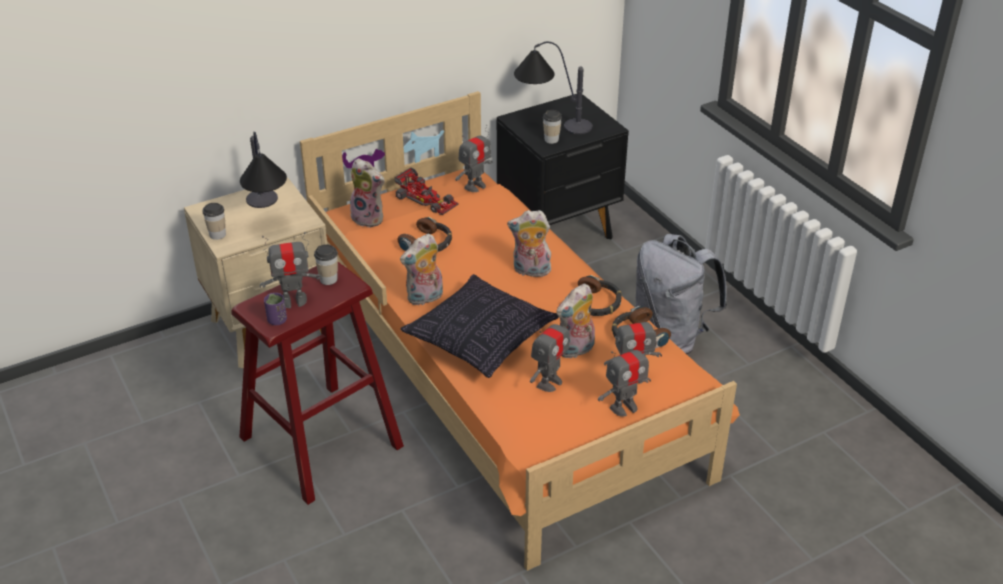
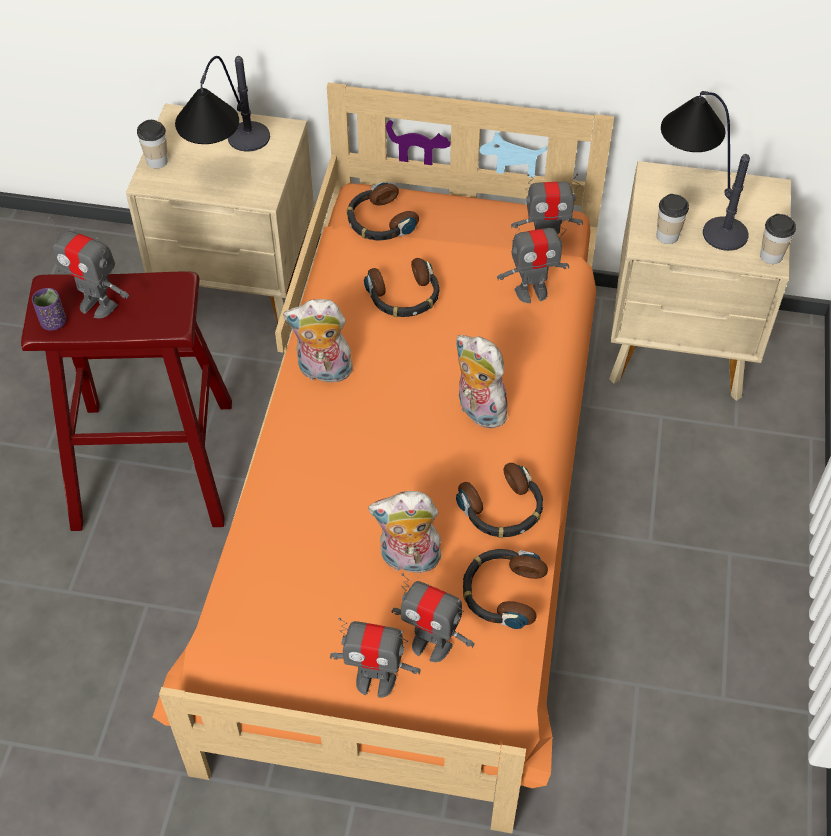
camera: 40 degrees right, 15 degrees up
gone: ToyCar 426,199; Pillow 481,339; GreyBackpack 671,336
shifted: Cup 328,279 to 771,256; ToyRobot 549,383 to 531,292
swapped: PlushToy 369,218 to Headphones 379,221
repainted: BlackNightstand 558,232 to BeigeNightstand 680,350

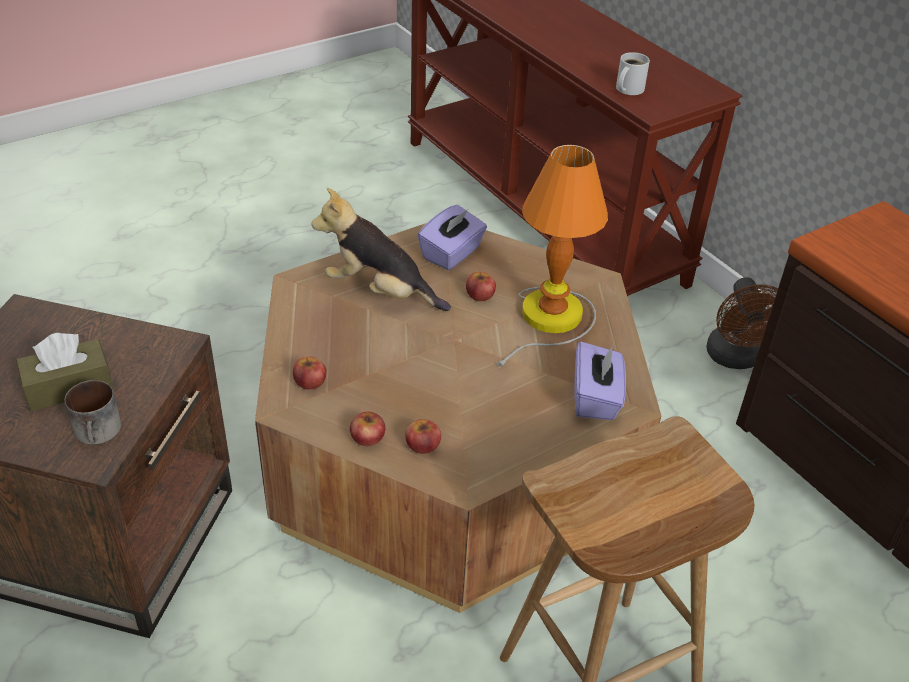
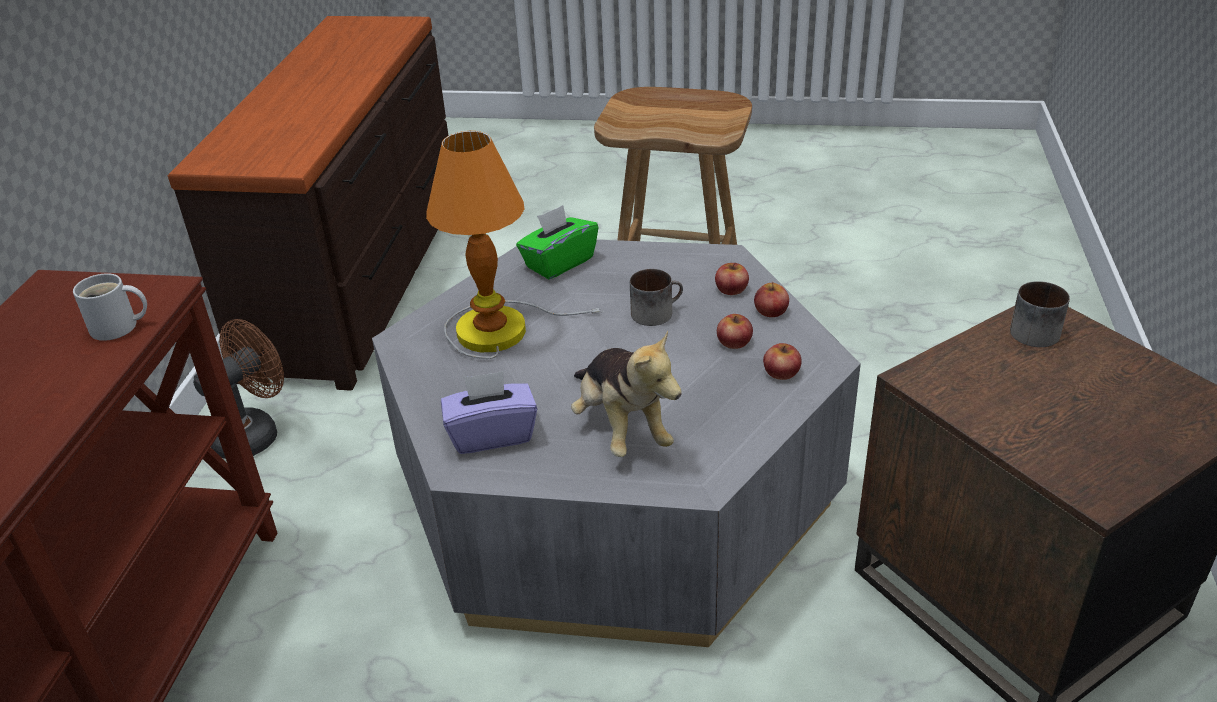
camera: 135 degrees left, 5 degrees down
gone: BrownTissueBox 68,387
new: Mug 656,312
shifted: Apple 480,295 to 734,342
repainted: BrownCoffeeTable 449,456 to GreyCoffeeTable 615,491; PurpleTissueBox 596,398 to GreenTissueBox 559,262

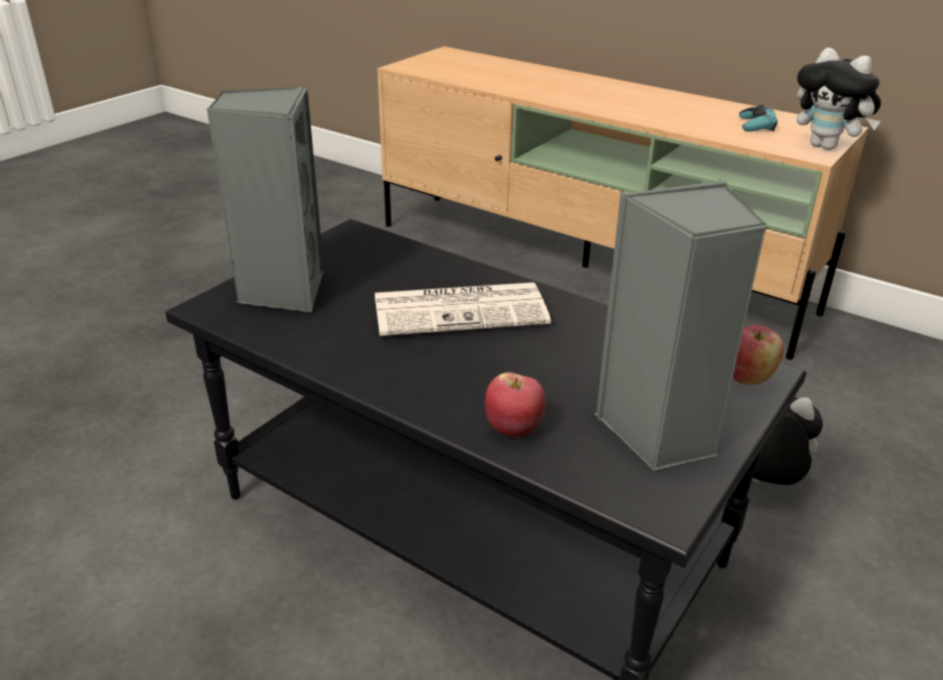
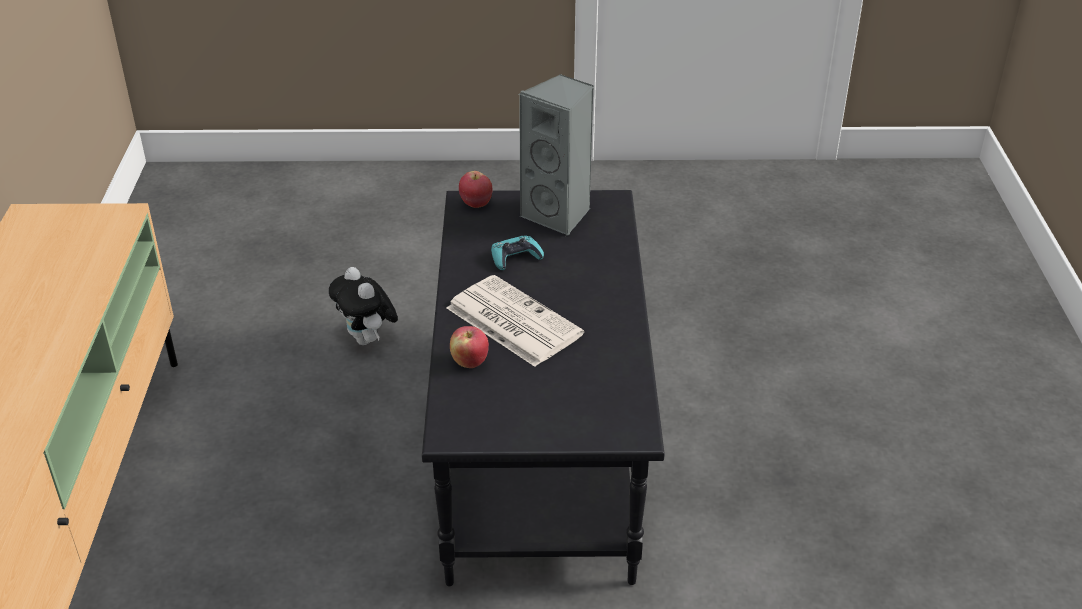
camera: 125 degrees left, 5 degrees up
gone: GreySpeaker 282,291; PlushToy 827,147
shifted: Apple 514,429 to 469,362; TurquoiseGameController 756,125 to 515,257

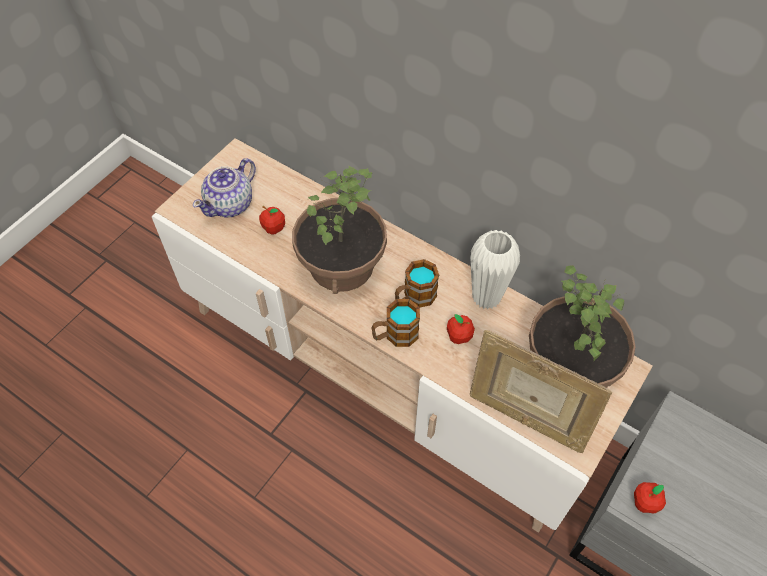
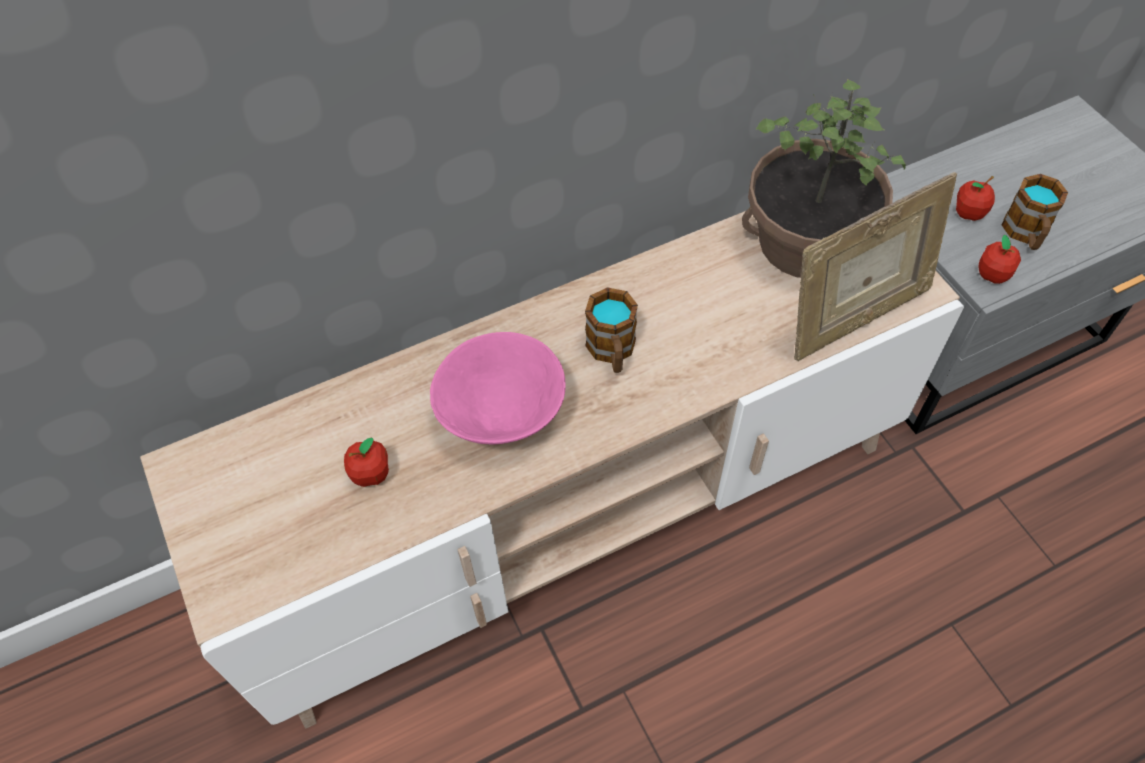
camera: 60 degrees left, 0 degrees up
gone: Teapot 230,204; WhiteVase 486,297
shifted: Mug 395,335 to 1026,234; Apple 459,337 to 968,213
swapped: PottedPlant 341,265 to PinkBowl 500,414

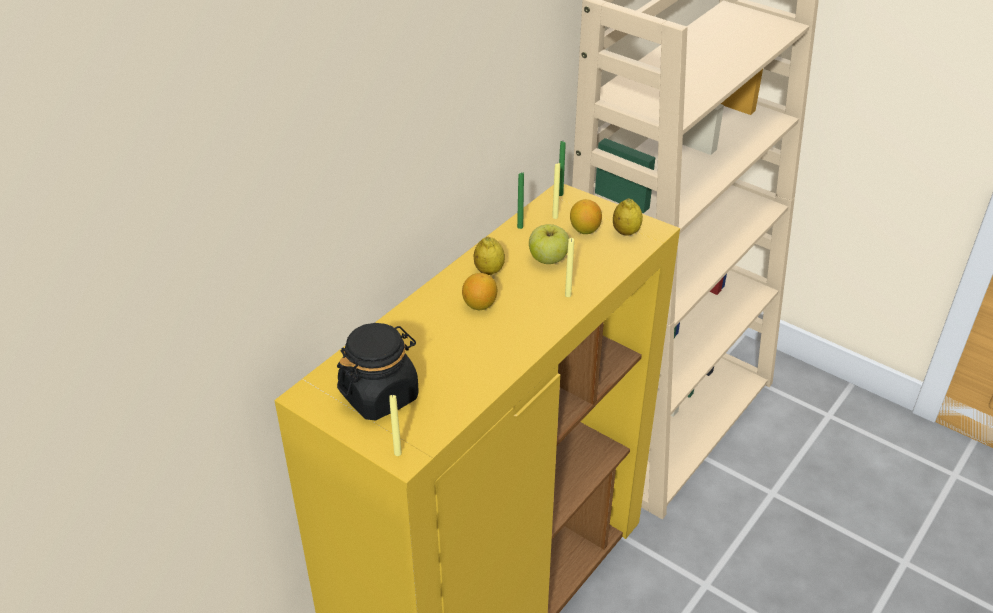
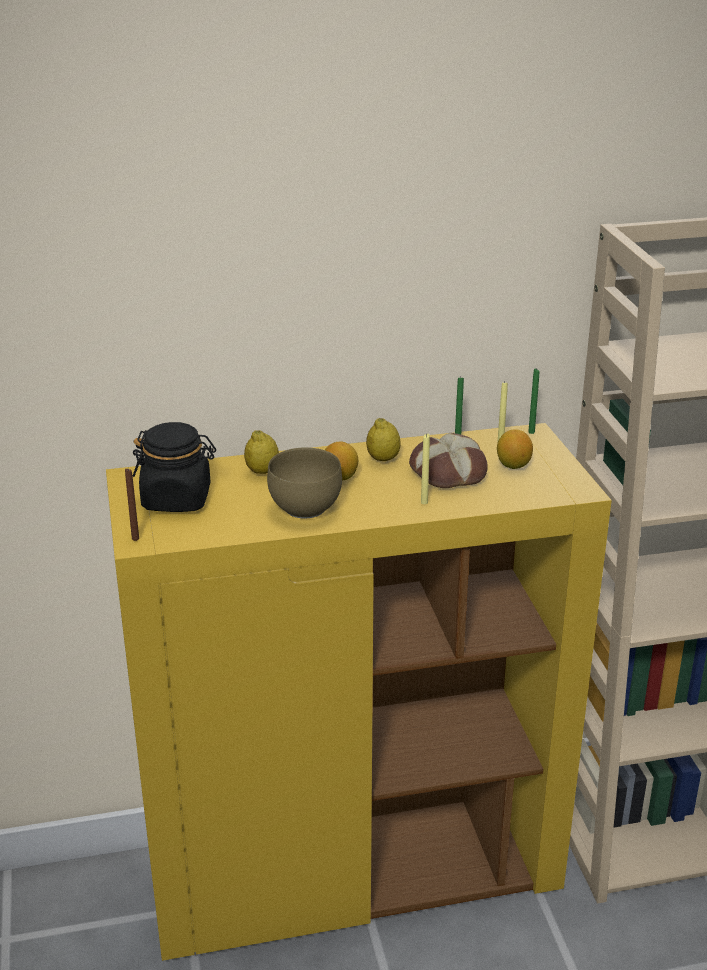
camera: 40 degrees right, 10 degrees down
new: BrownBowl 306,507
shifted: Lemon 626,232 to 262,471
swapped: Apple 548,259 to Bread 447,472
repainted: YellowCandle 397,453 to BrownCandle 135,538

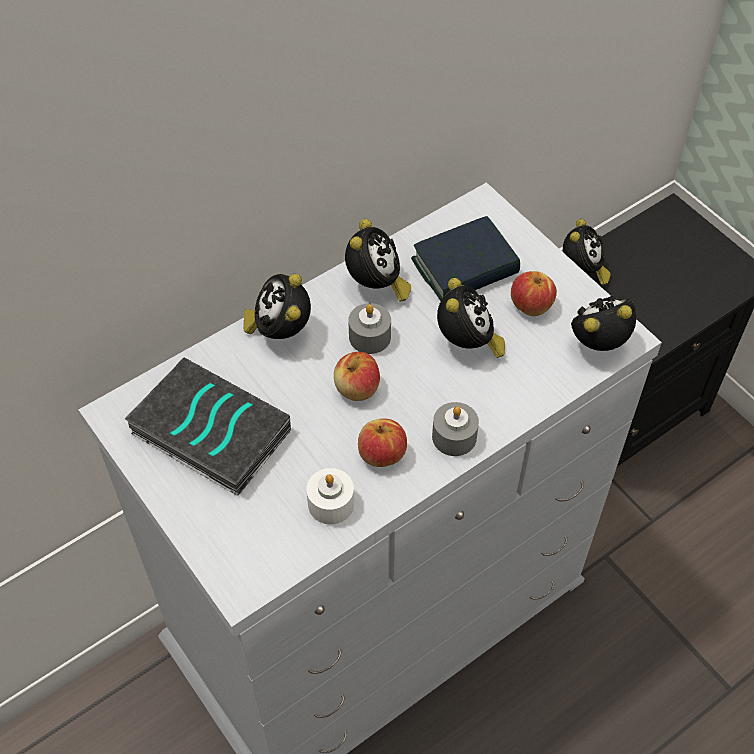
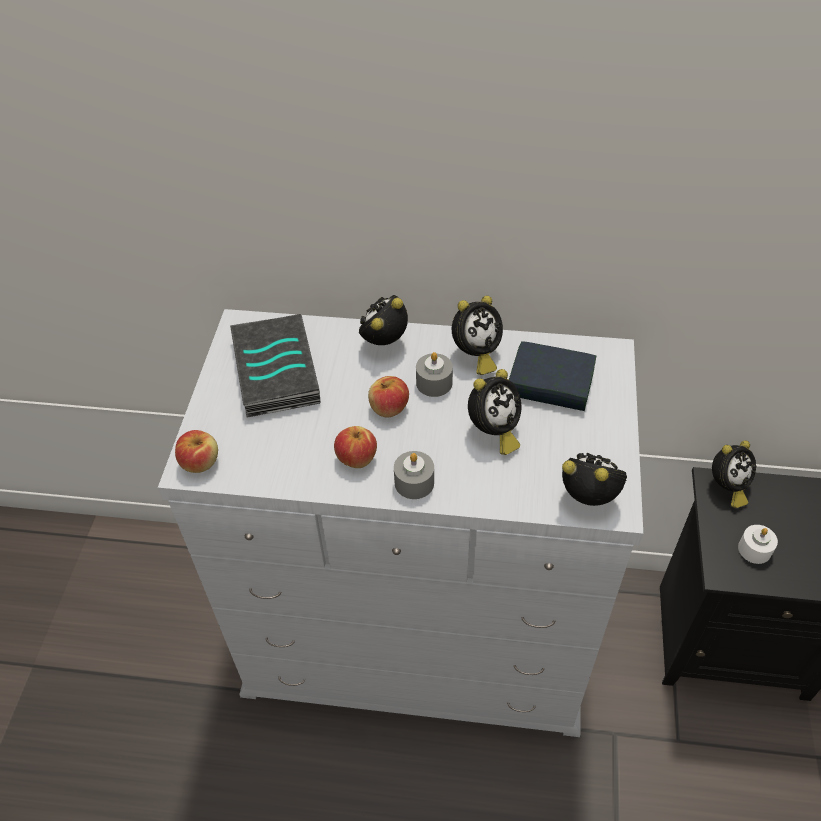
camera: 45 degrees right, 5 degrees down
shifted: WhiteCandle 331,503 to 754,549; Apple 531,305 to 200,462

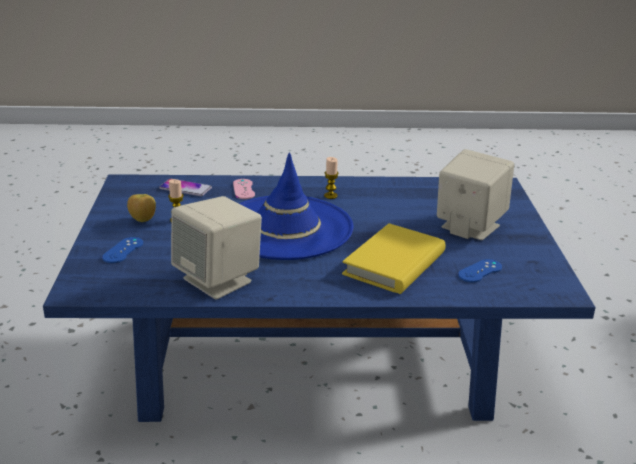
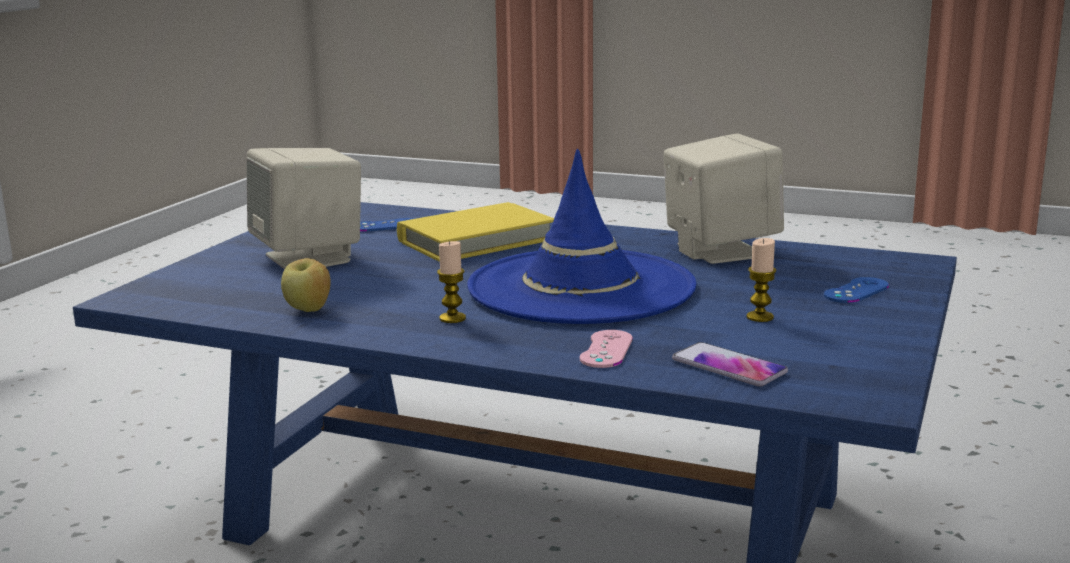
camera: 155 degrees left, 10 degrees down
shifted: Apple 142,220 to 309,309

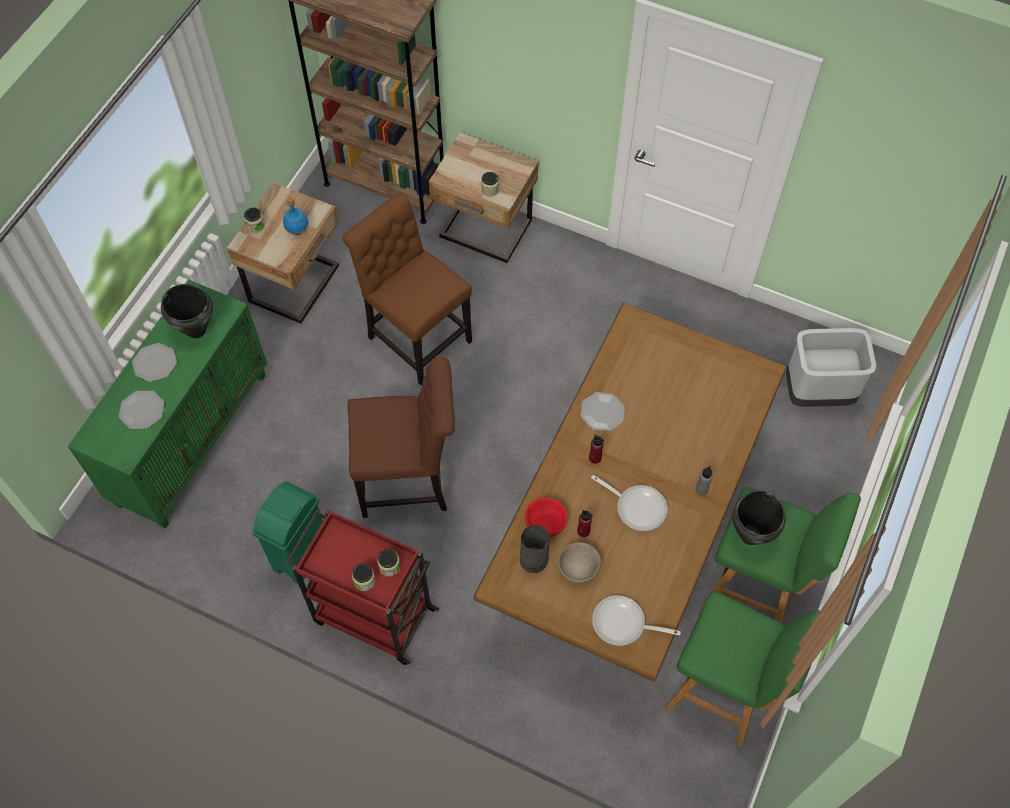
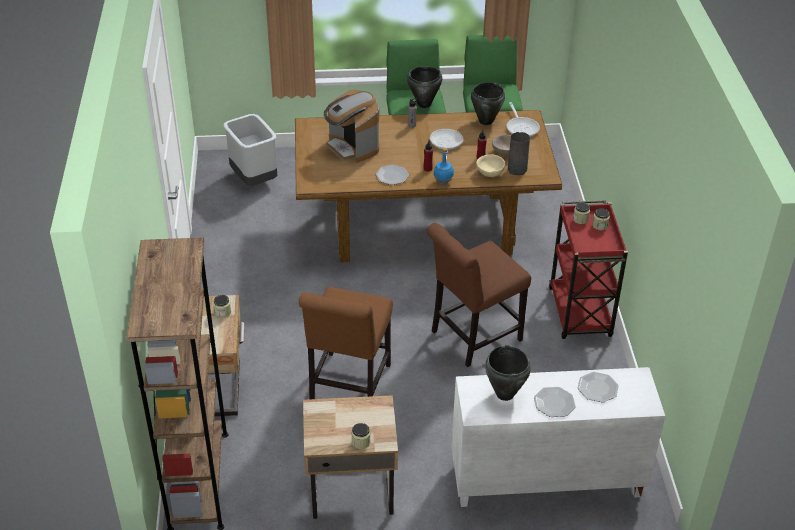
camera: 120 degrees left, 20 degrees down
gone: GreenTrashCan 300,556
new: CoffeeMachine 352,147; BlackCookingPot 485,121
shifted: BlueBottle 298,230 to 443,181
repainted: GreenCabinet 192,437 to WhiteCabinet 545,481; RedBowl 546,523 to BeigeBowl 489,173
rotated: BrownChair 409,480 = 472,337 90 degrees counterclockwise

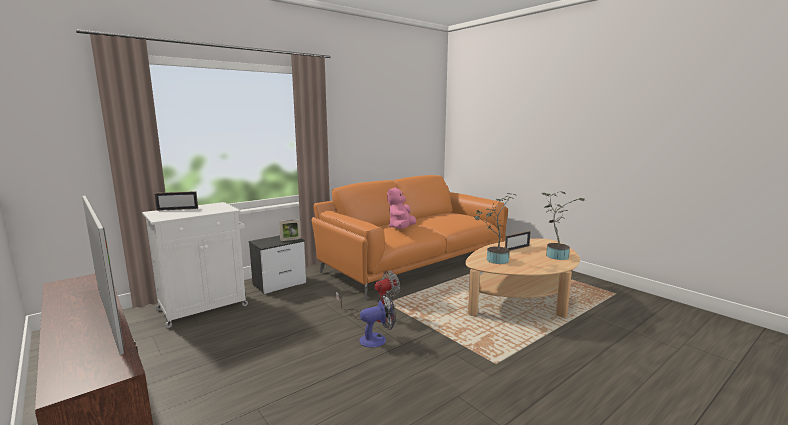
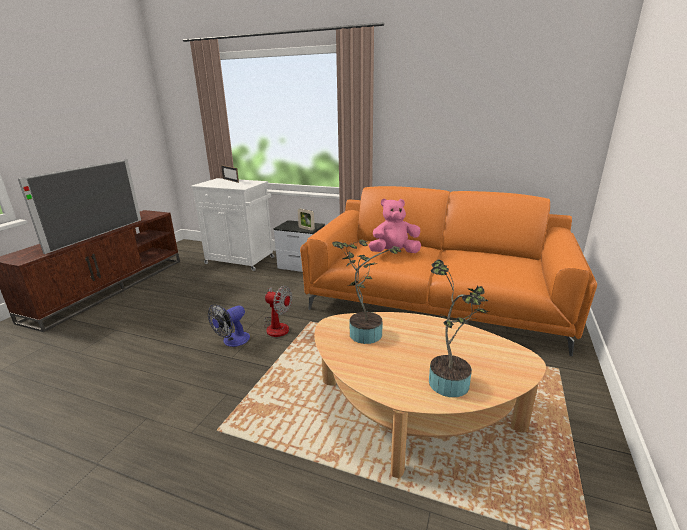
camera: 60 degrees right, 10 degrees up
gone: PictureFrame 517,248
rotated: Fan 377,339 = 232,341 90 degrees clockwise

